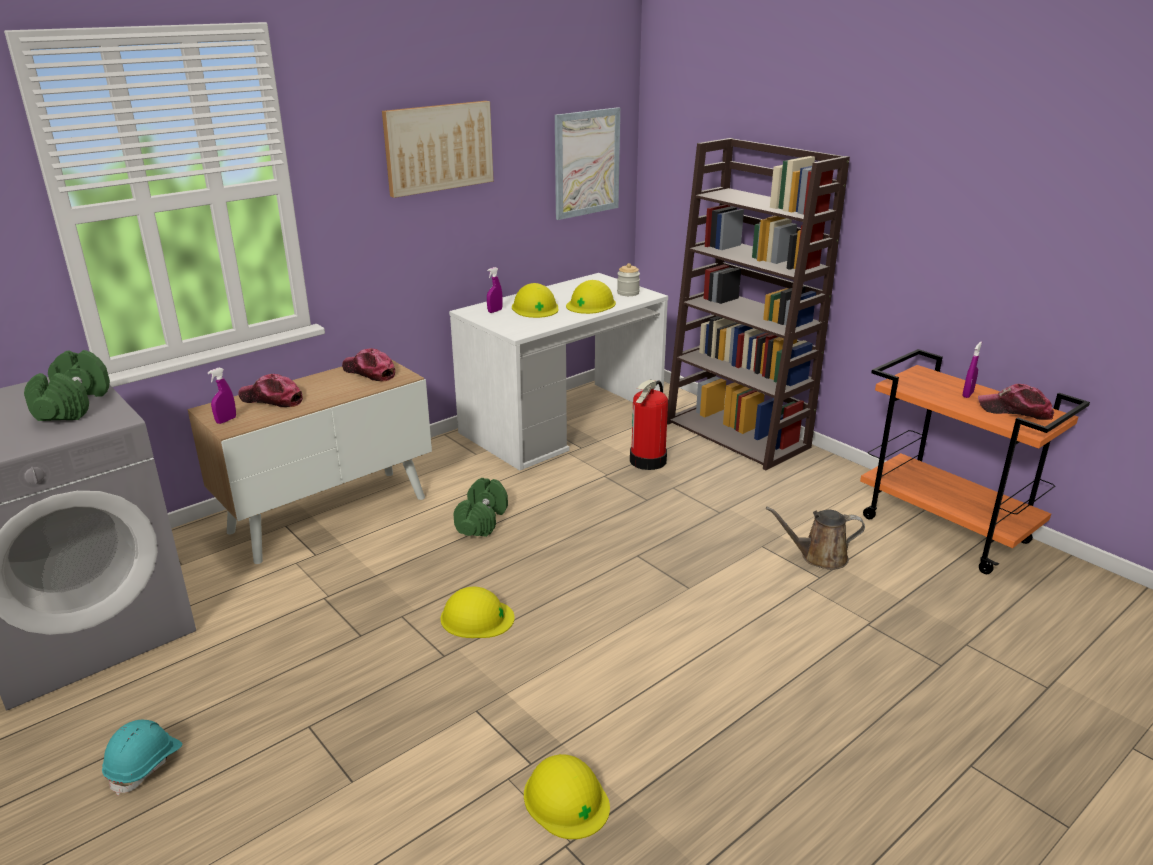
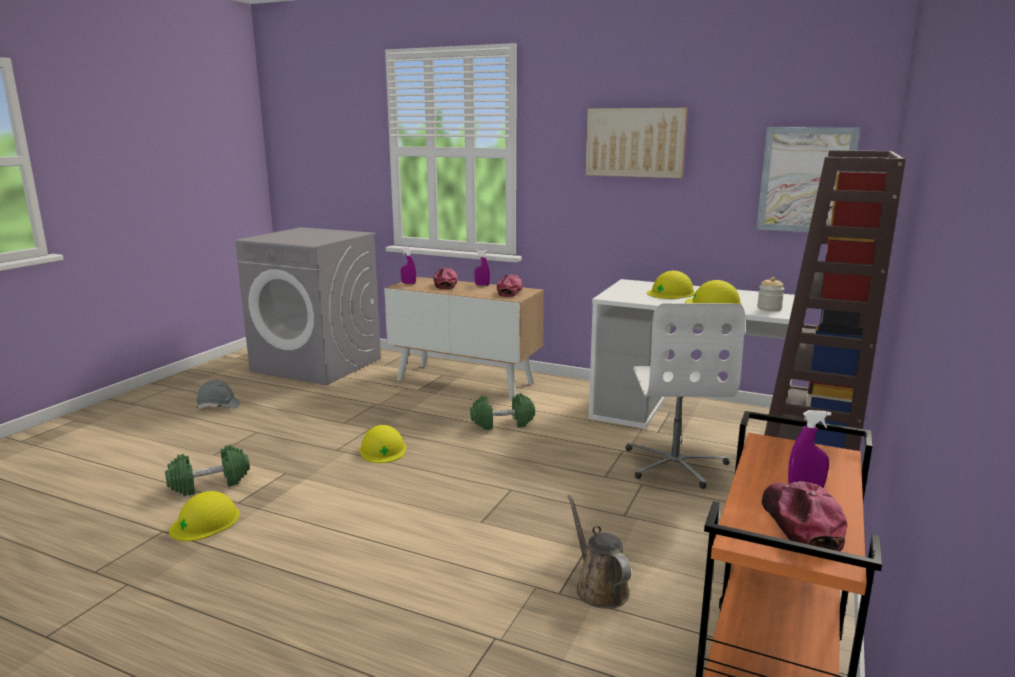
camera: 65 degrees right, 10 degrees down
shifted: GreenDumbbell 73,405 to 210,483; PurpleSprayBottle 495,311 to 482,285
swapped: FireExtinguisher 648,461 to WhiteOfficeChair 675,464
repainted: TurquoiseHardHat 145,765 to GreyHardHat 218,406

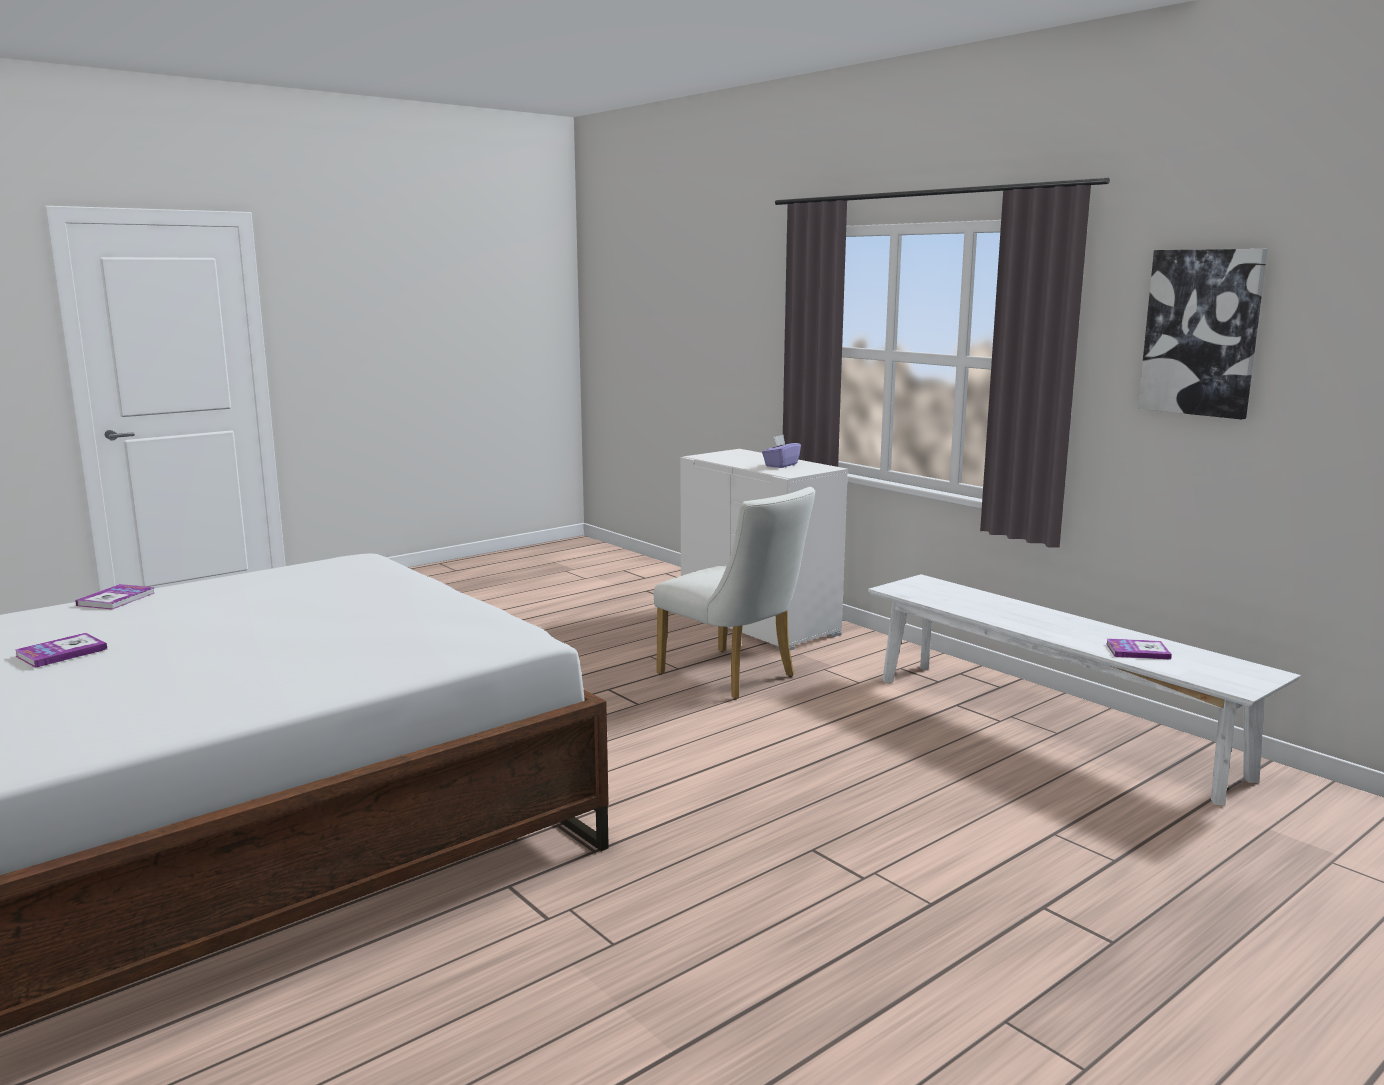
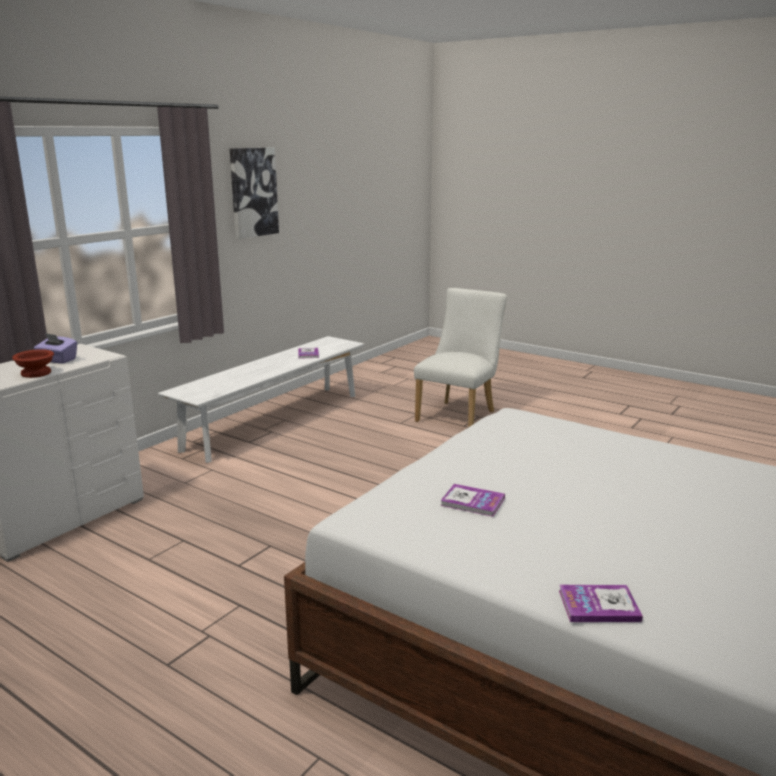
camera: 105 degrees left, 5 degrees up
new: BrownBowl 37,373
shifted: Book 61,652 to 472,502; WhiteChair 734,677 to 459,415

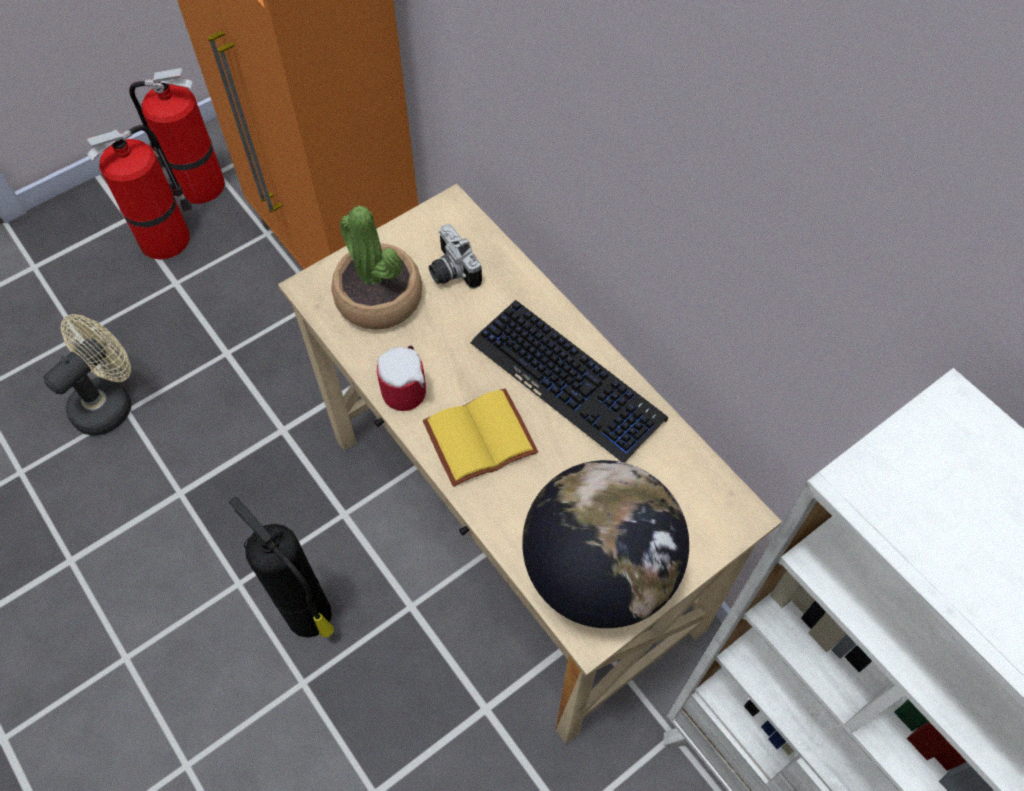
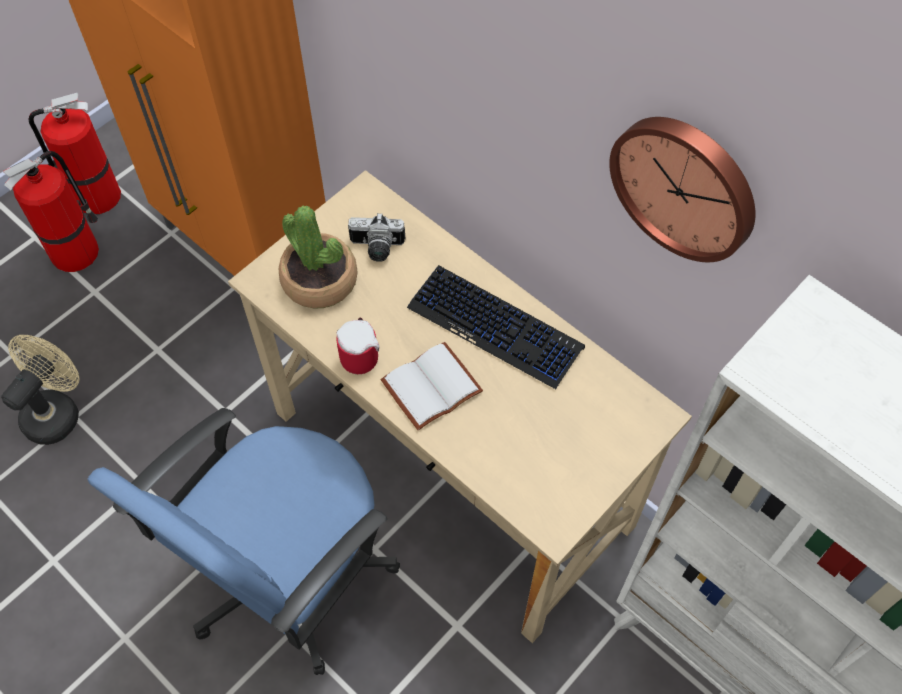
camera: 10 degrees left, 0 degrees up
gone: Globe 599,571
new: WallClock 686,185
swapped: FireExtinguisher 311,618 to BlueOfficeChair 287,574
repainted: YellowBook 479,441 to WhiteBook 431,389
rotated: PhotoCamera 450,271 = 376,248 45 degrees counterclockwise

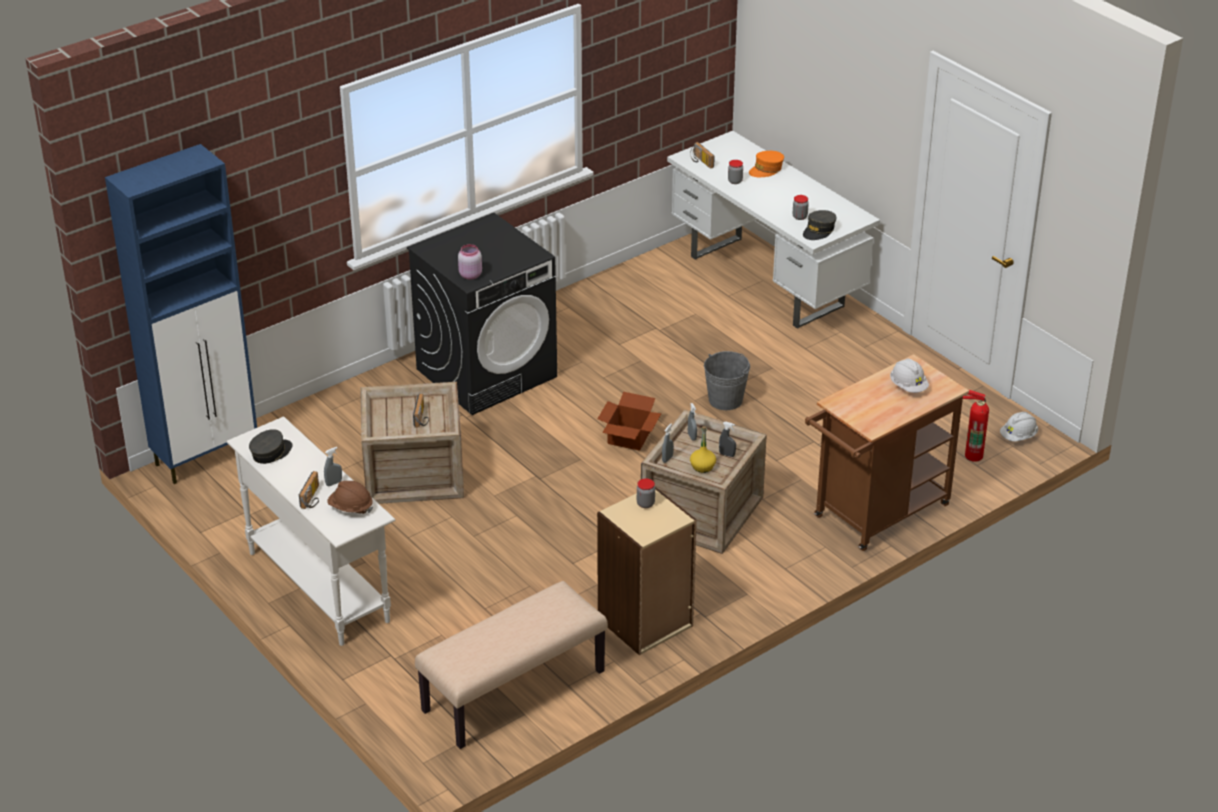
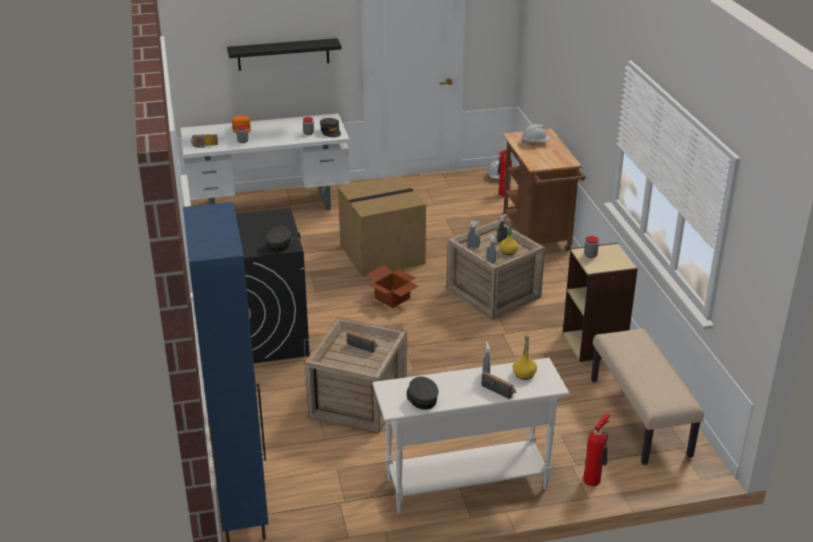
camera: 65 degrees left, 5 degrees down
new: BlackShelf 283,54; FireExtinguisher 594,480
swapped: BrownHardHat 350,508 to YellowBottle 524,374; PinkJar 470,275 to GreyCap 280,244; GreyBucket 725,400 to CardboardBox 382,253

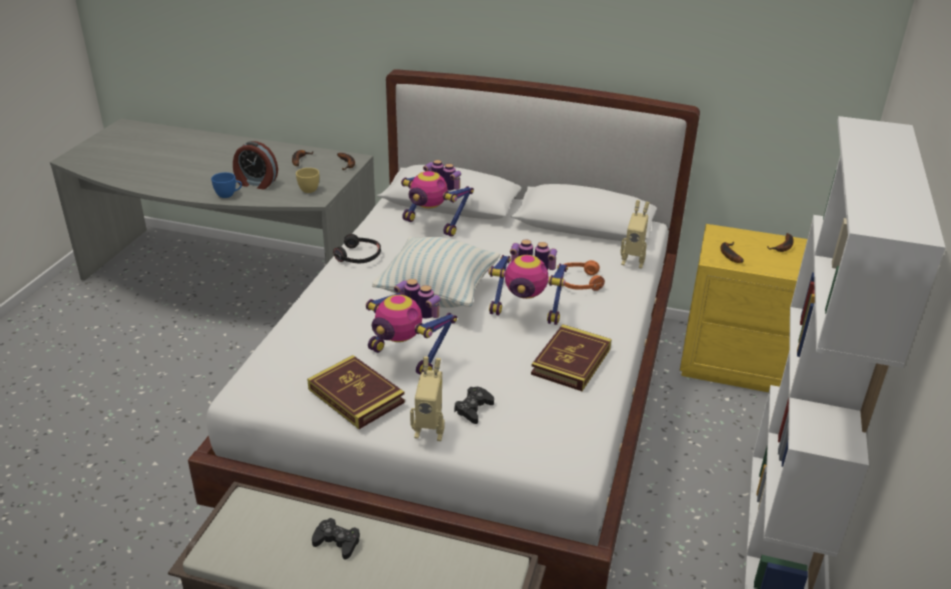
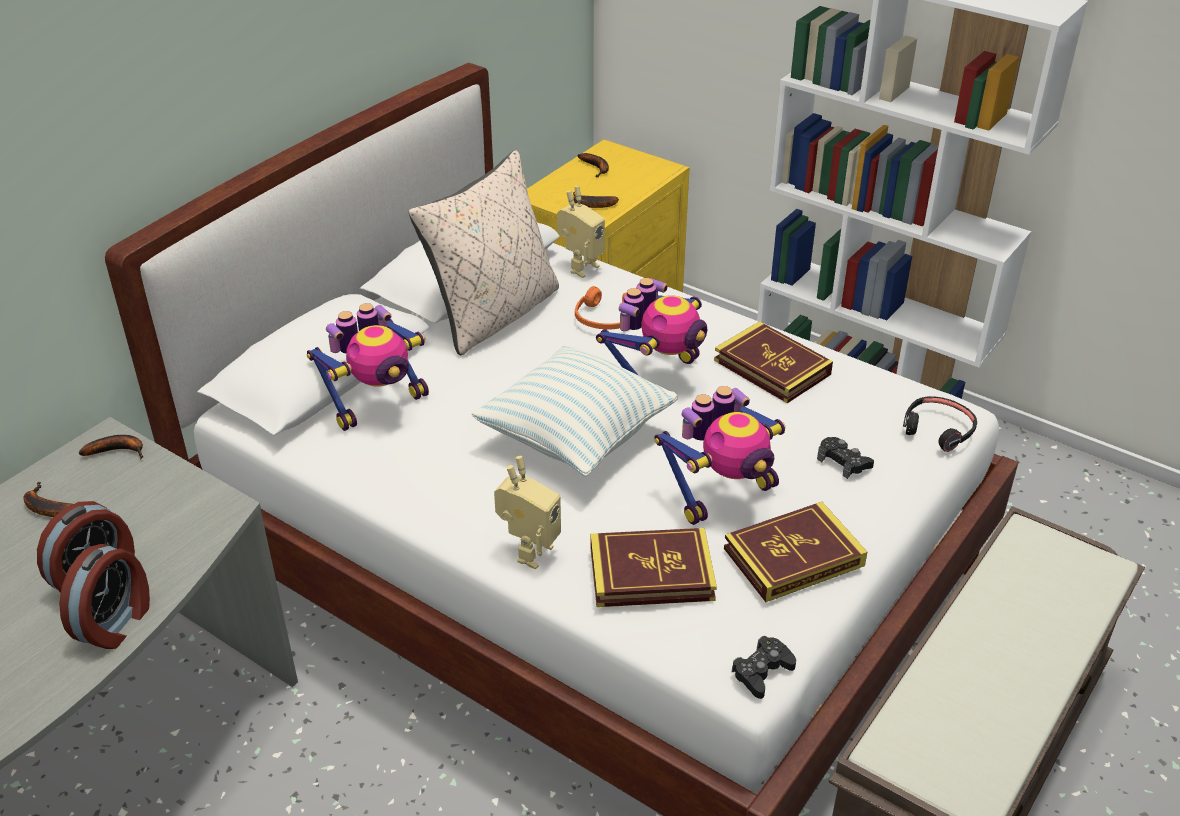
camera: 70 degrees left, 5 degrees up
gone: YellowCup 307,189
new: BeigePillow 494,314; Book 651,573
shifted: BlackGameController 337,542 to 762,672; BlackHeadphones 358,256 to 938,429; ToyRobot 430,430 to 529,552
swapped: BlueCup 228,195 to AlarmClock 116,623

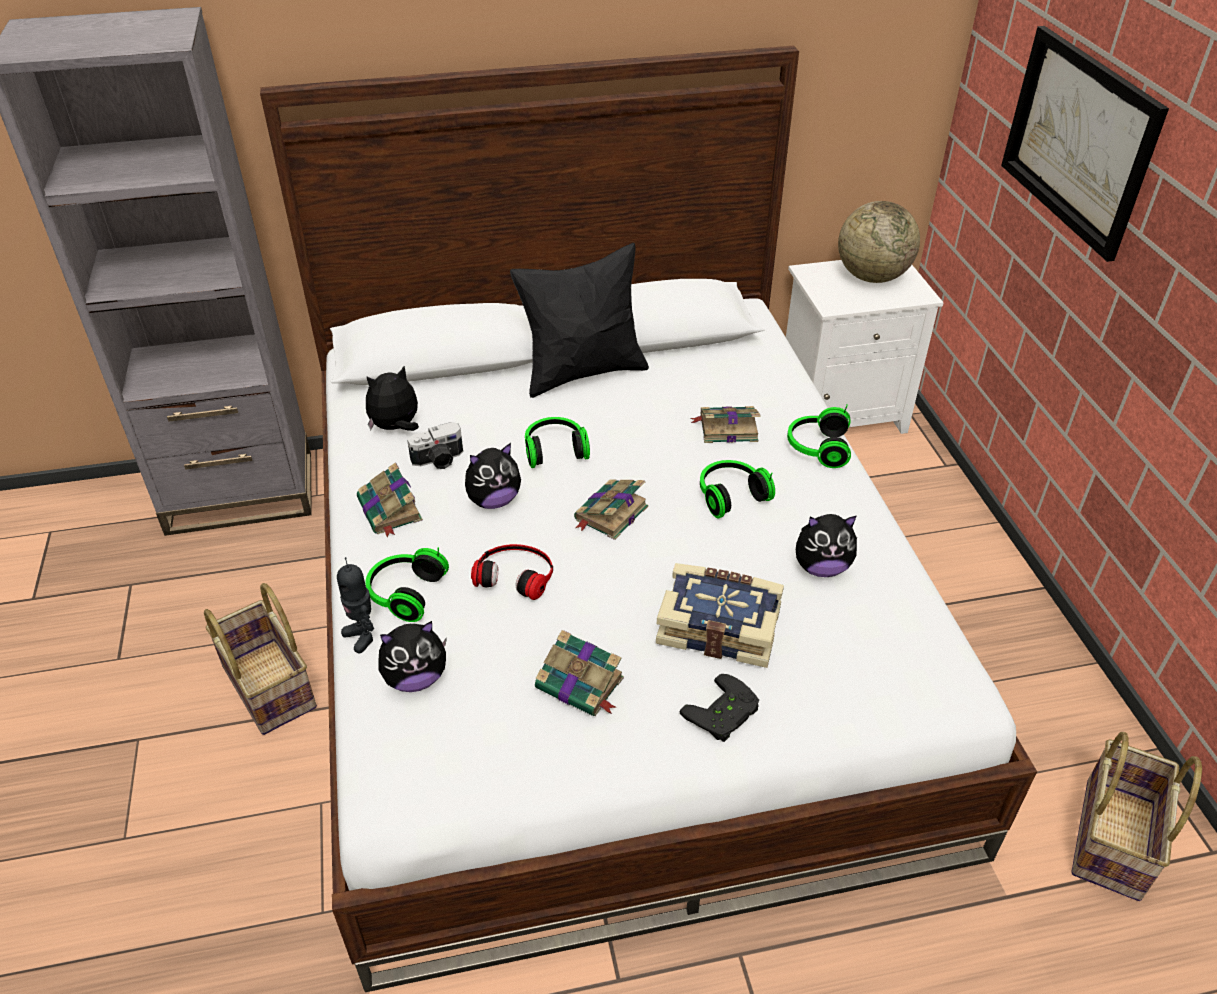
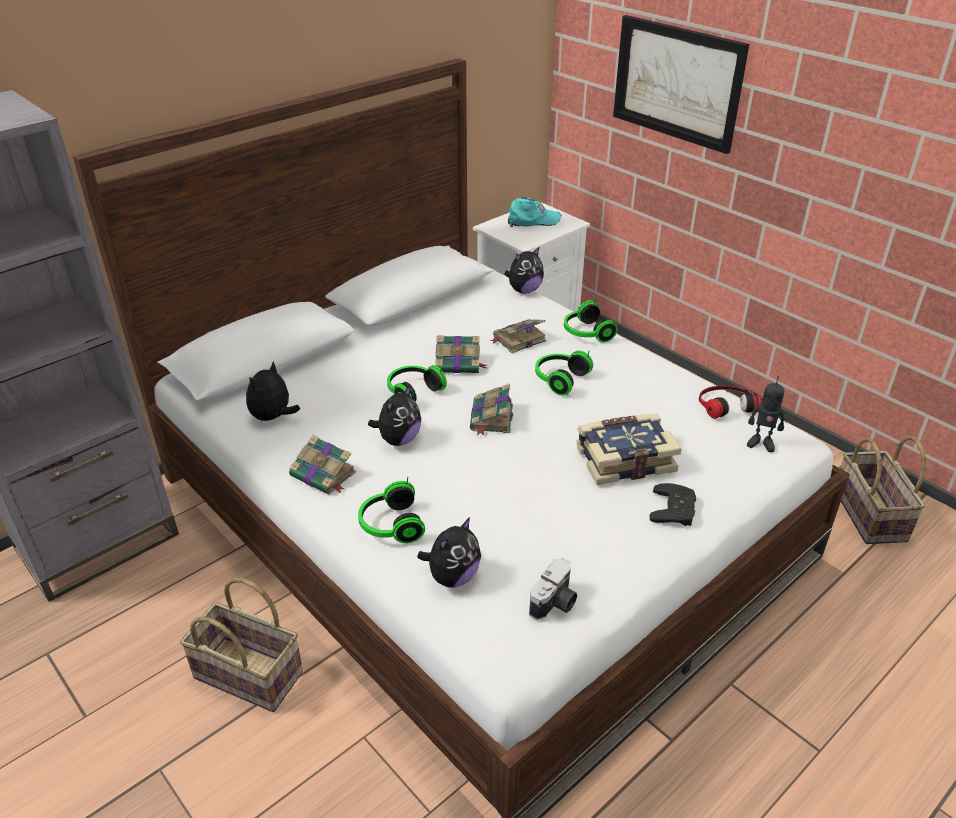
camera: 30 degrees left, 5 degrees down
gone: BlackPillow 583,372
shifted: ToyRobot 362,636 to 761,443; PhotoCamera 439,460 to 555,603; Headphones 515,573 to 725,404; Book 581,684 to 459,363; PlushToy 821,567 to 524,290
swapped: Globe 871,276 to TurquoiseCap 532,219

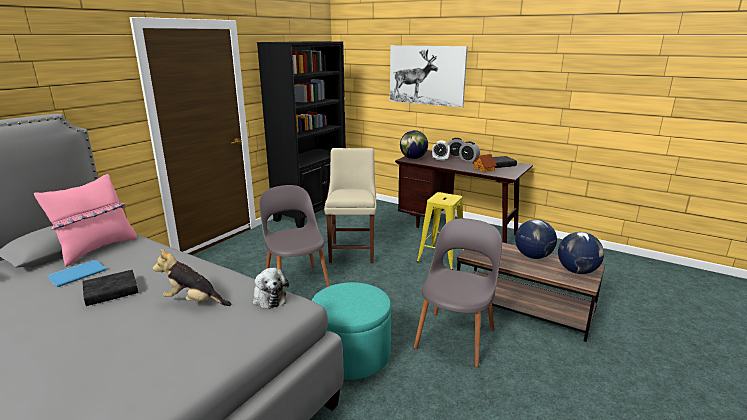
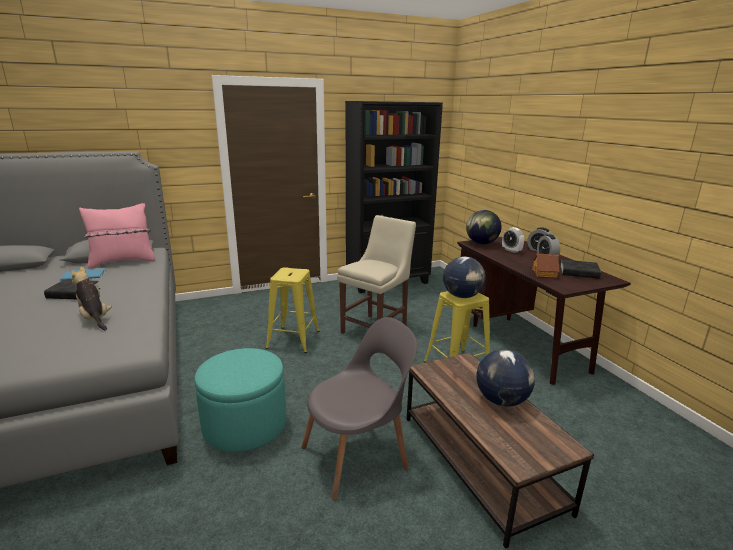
camera: 35 degrees right, 0 degrees up
gone: PlushToy 268,297; Picture 426,75
shifted: Globe 577,271 to 462,296
swapped: GreyChair 296,281 to YellowStool 293,339

